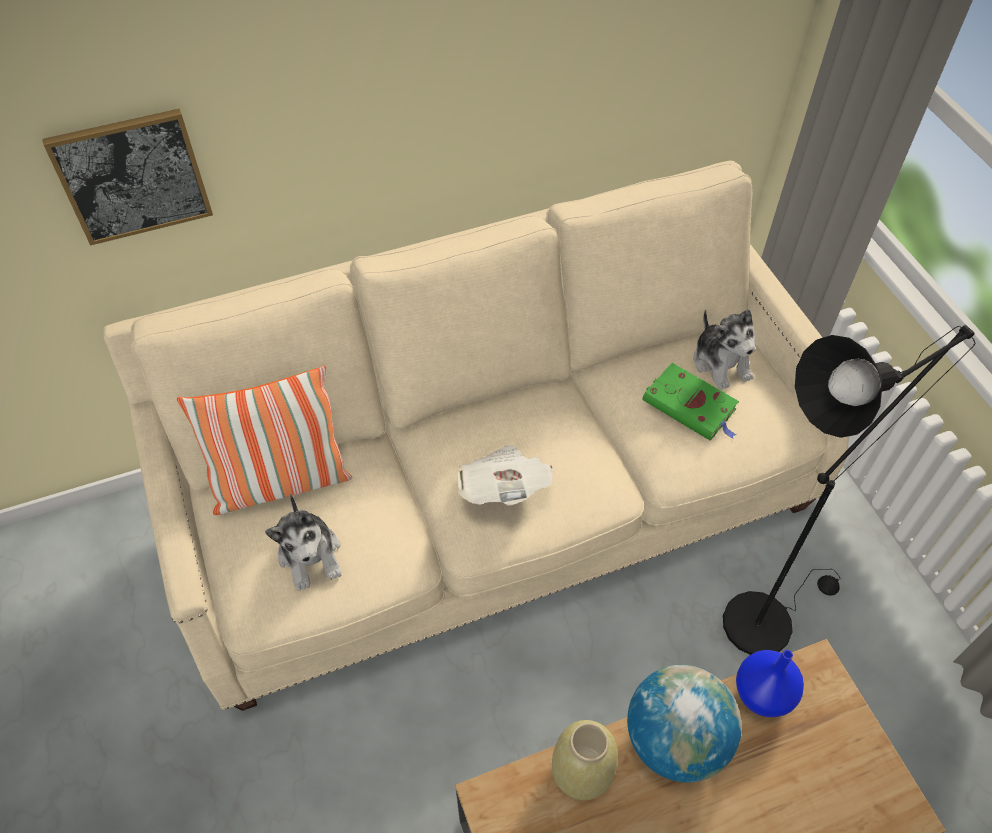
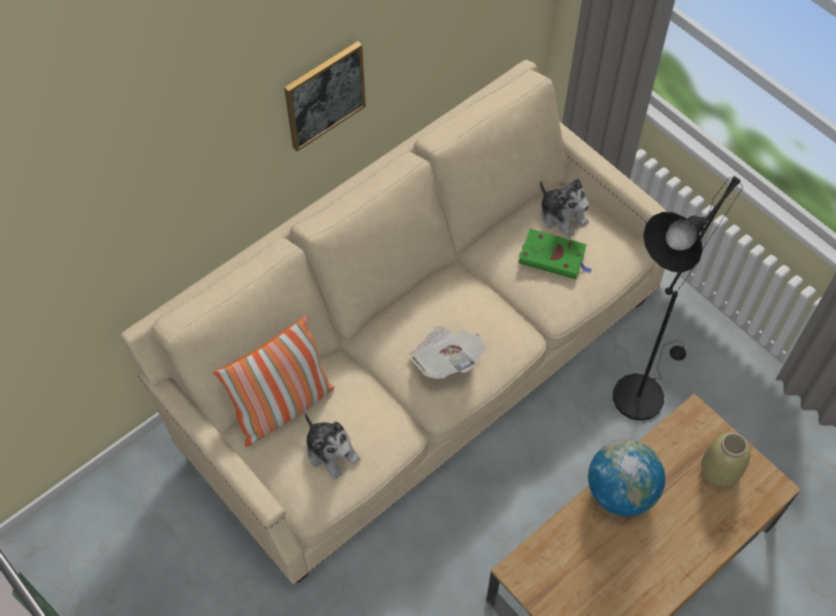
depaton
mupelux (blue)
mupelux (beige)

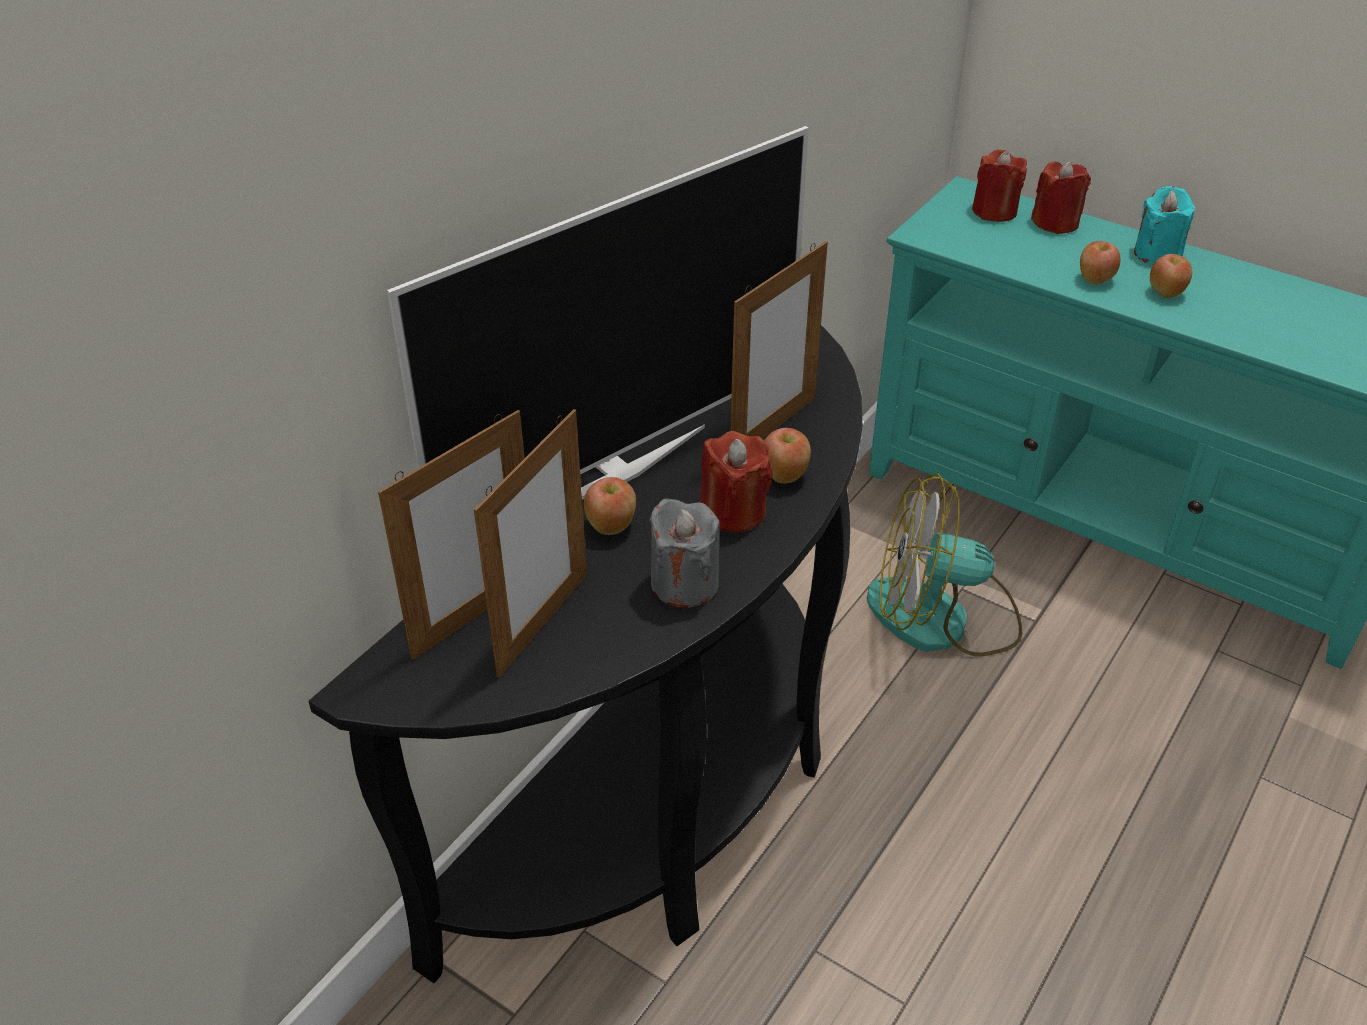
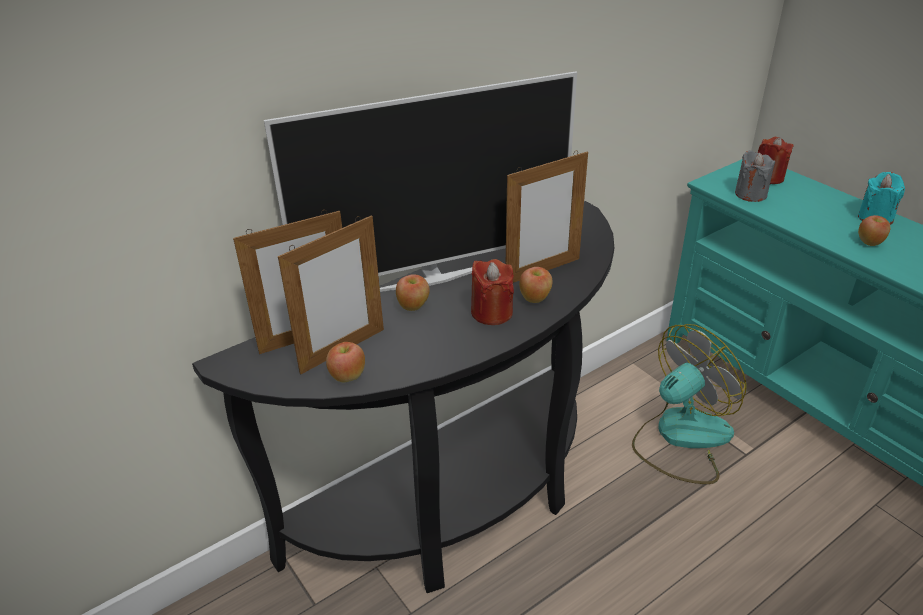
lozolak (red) (3rd from left in the first image)
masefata (1st from left)
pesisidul
lozolak (grey)

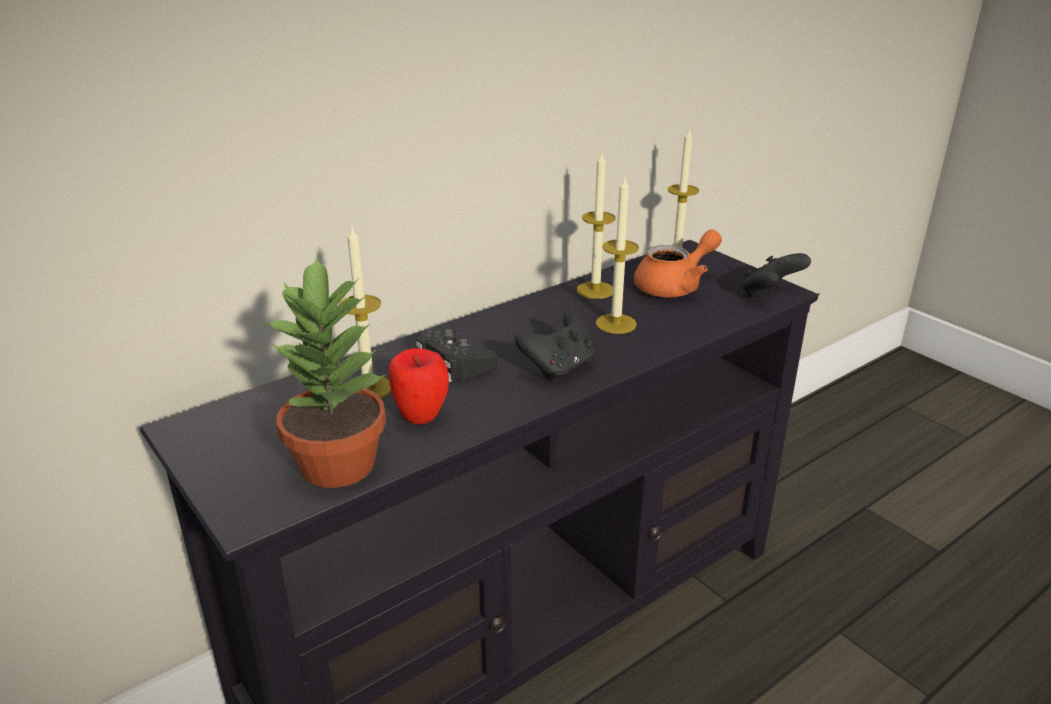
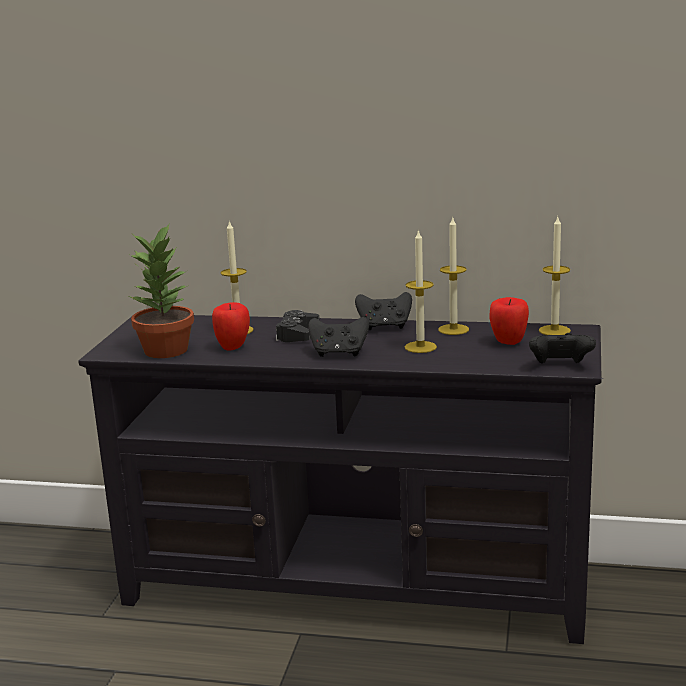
masefata (2nd from left)
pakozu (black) (3rd from left)

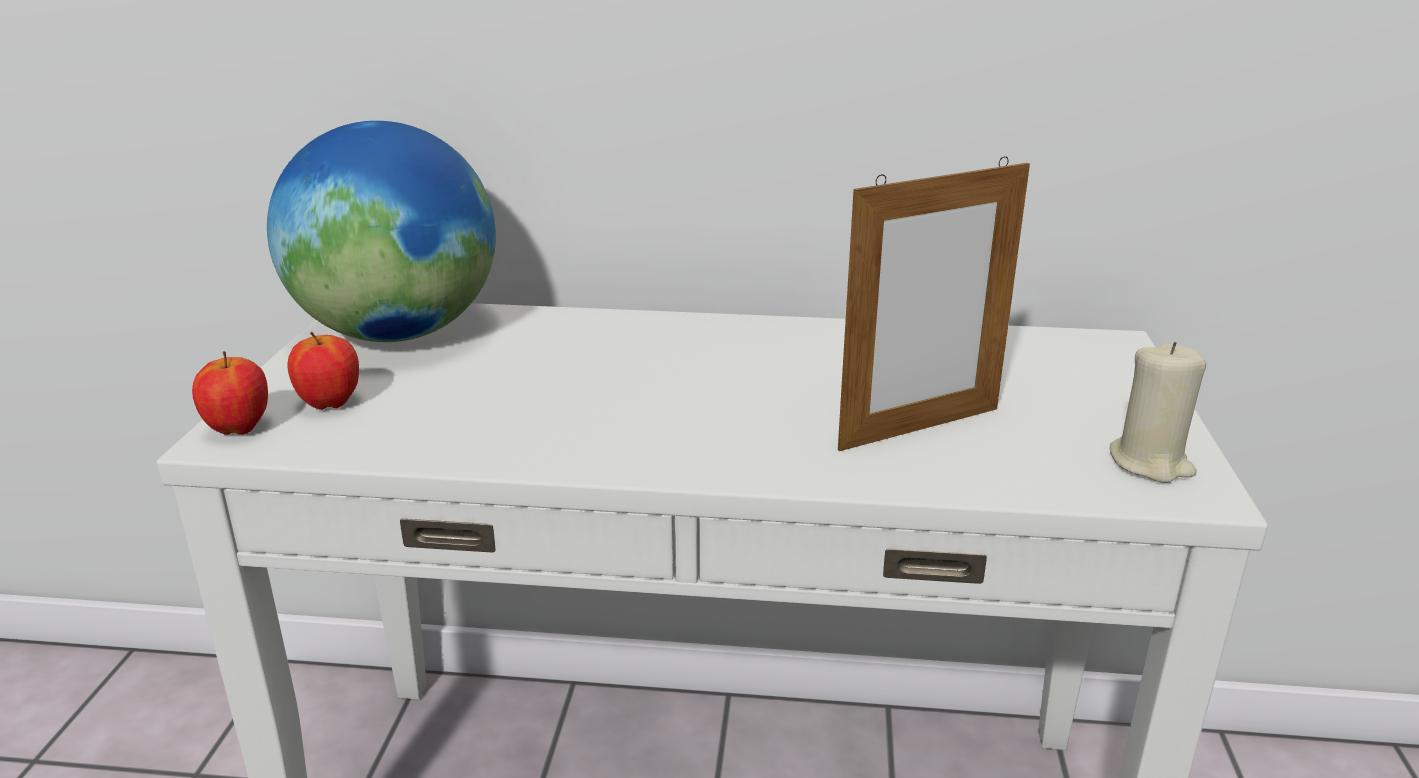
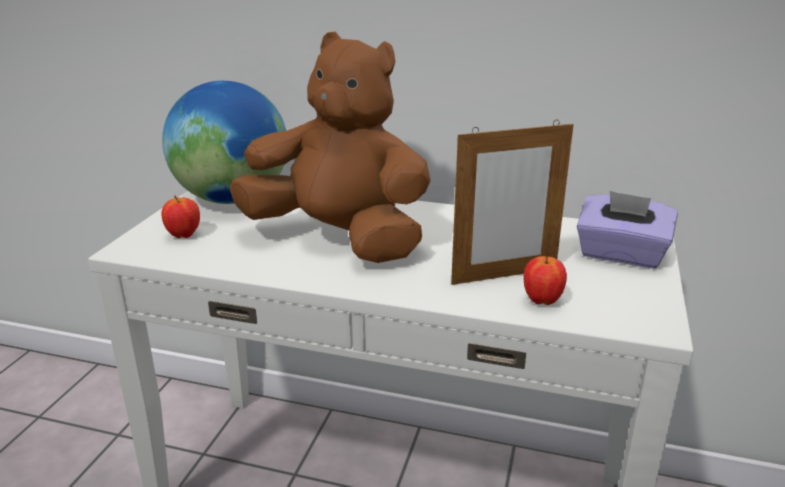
lozolak (beige)
masefata (2nd from left)
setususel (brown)
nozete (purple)

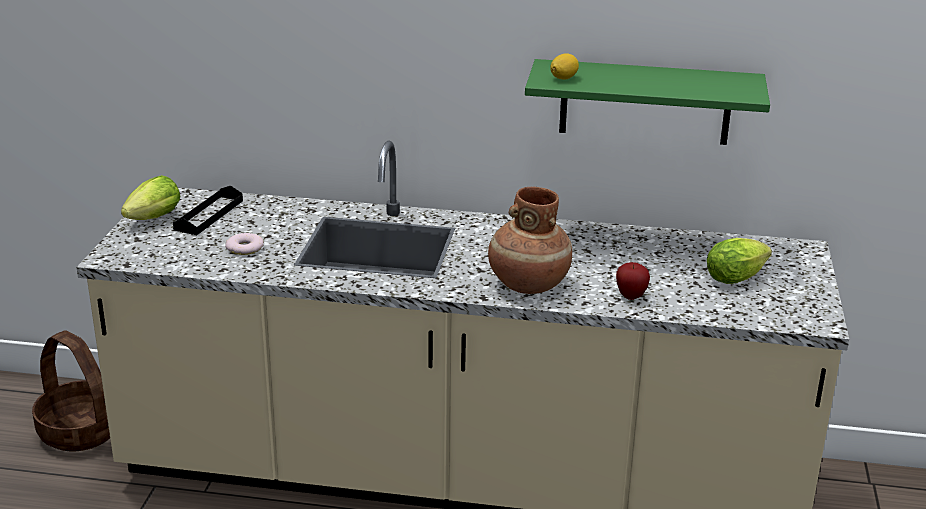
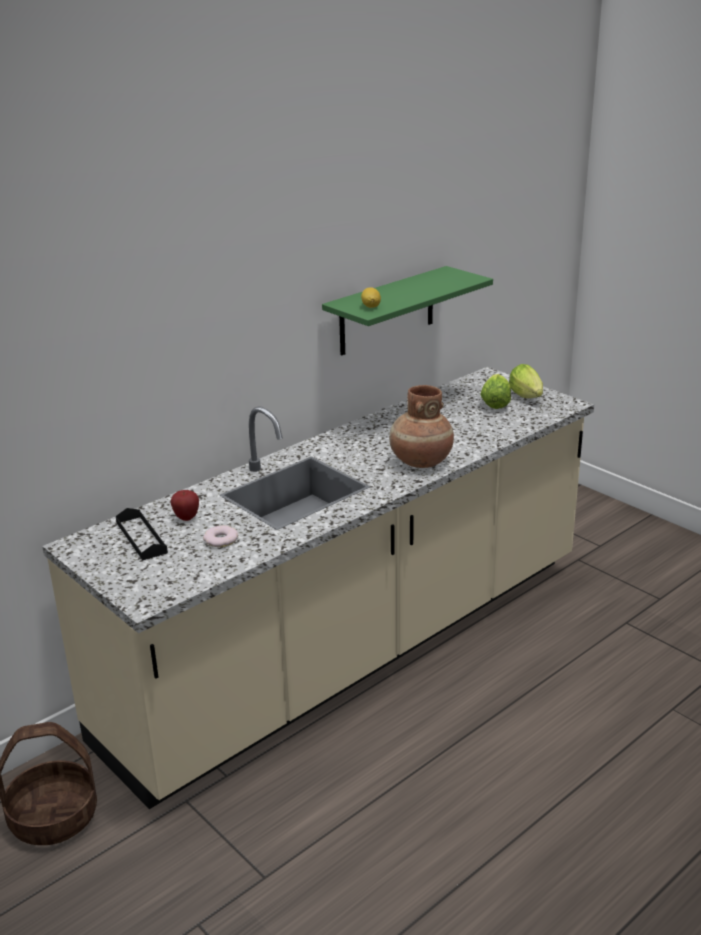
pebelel (2nd from left)
masefata

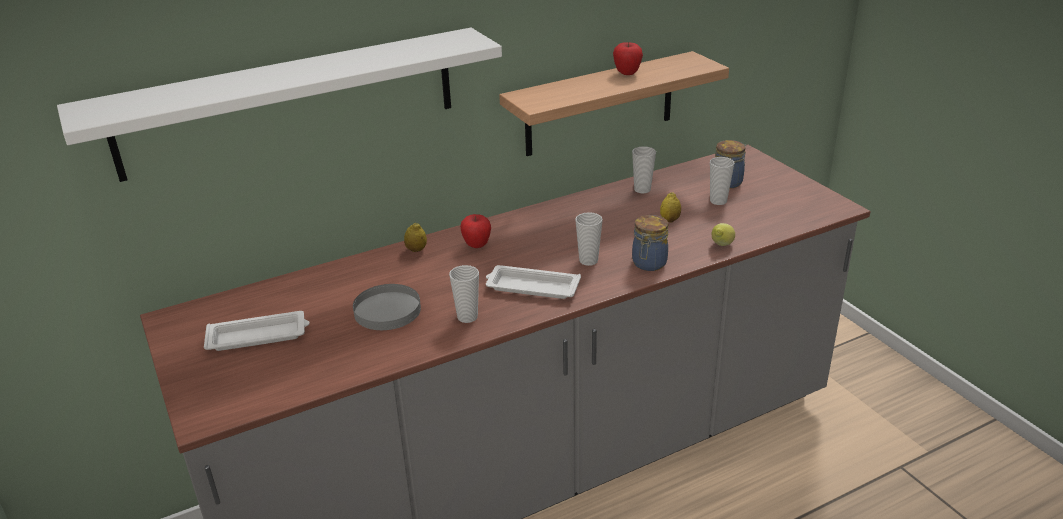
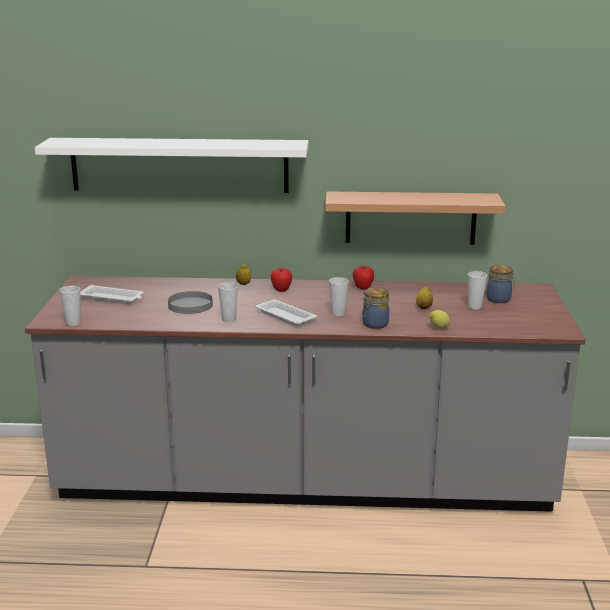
masefata (2nd from left)
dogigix (1st from left)

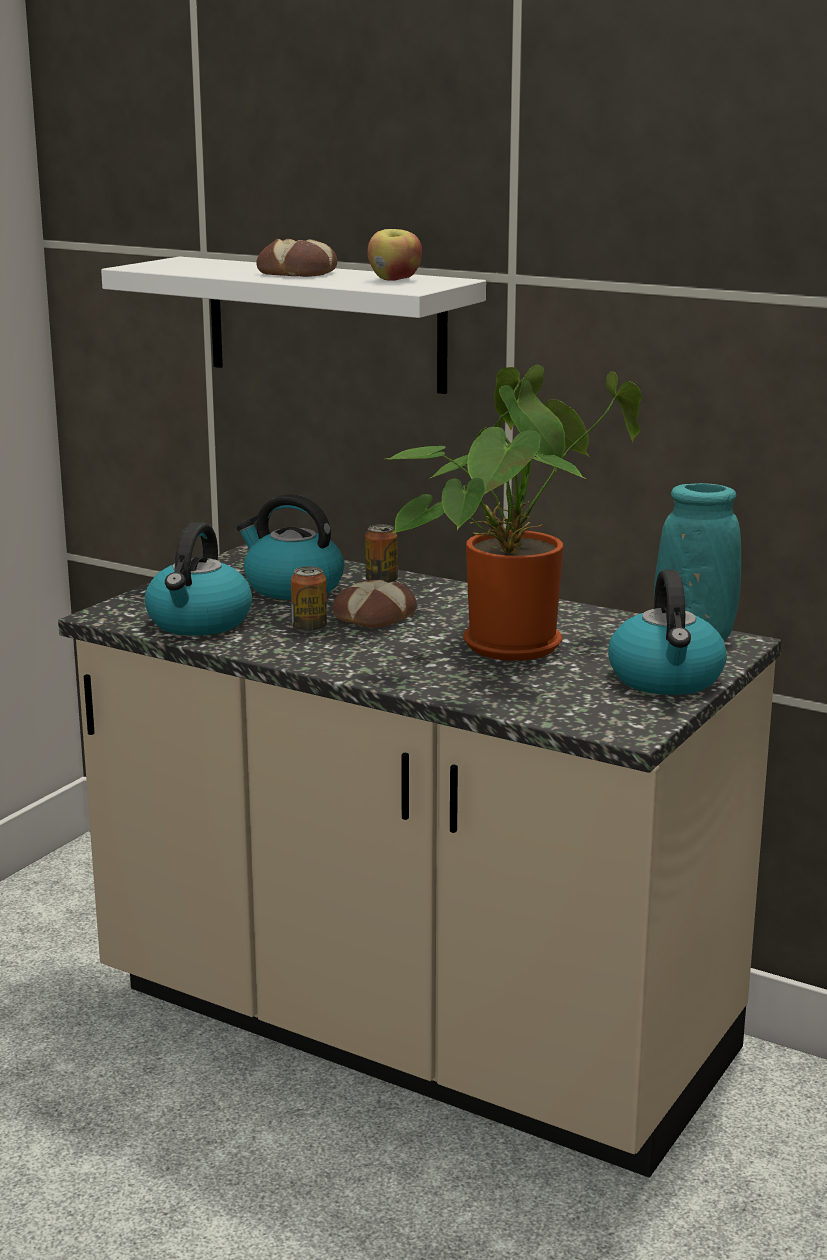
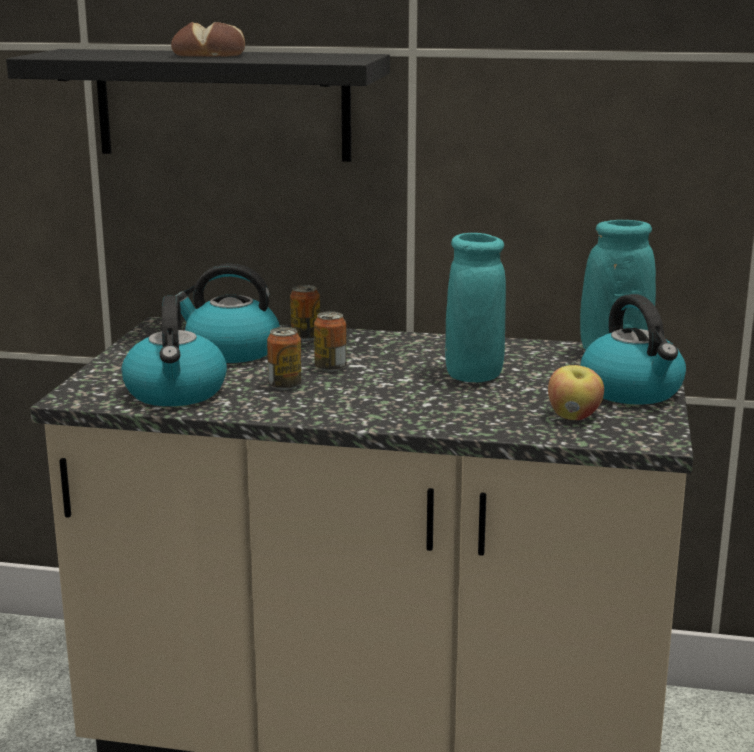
masefata
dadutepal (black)
mupelux (turquoise) (1st from left)
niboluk (3rd from left)

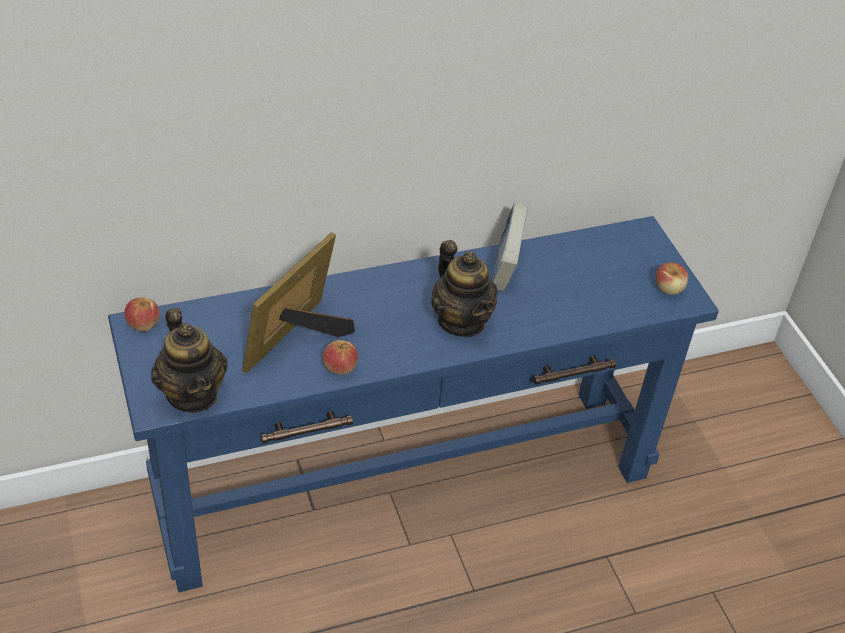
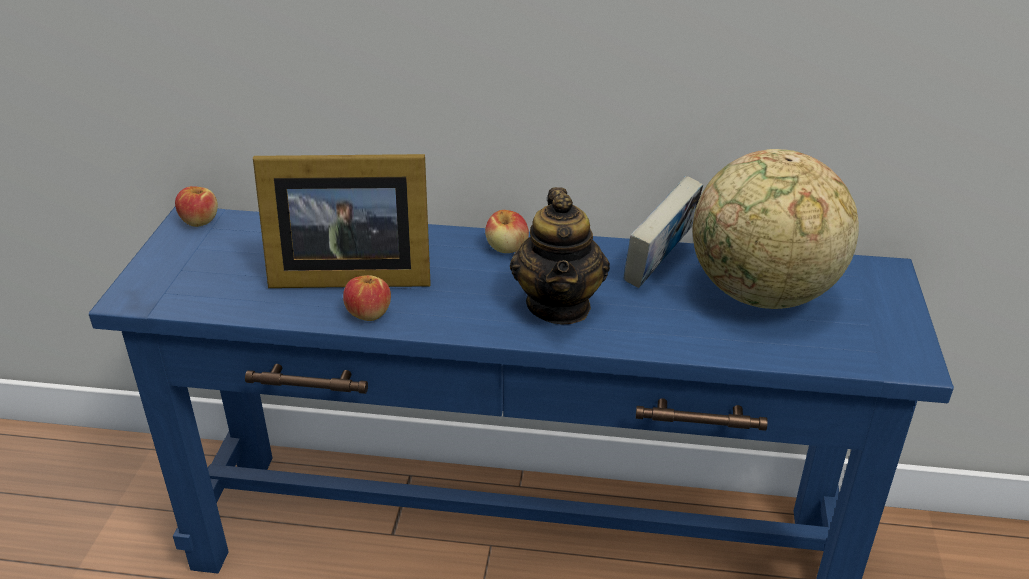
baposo
masefata (3rd from left)
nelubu (1st from left in the first image)
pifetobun

